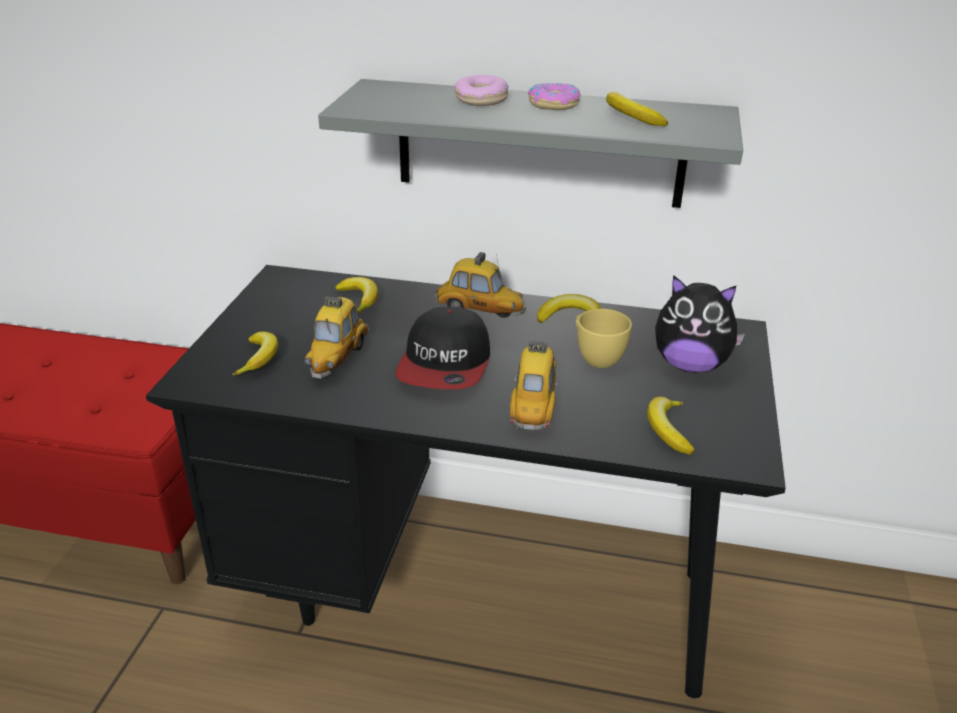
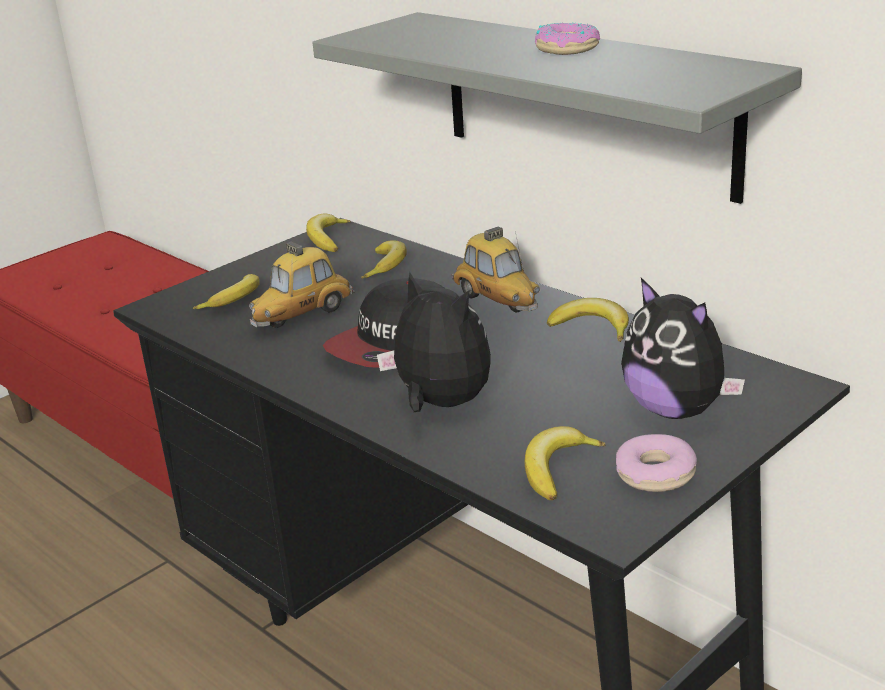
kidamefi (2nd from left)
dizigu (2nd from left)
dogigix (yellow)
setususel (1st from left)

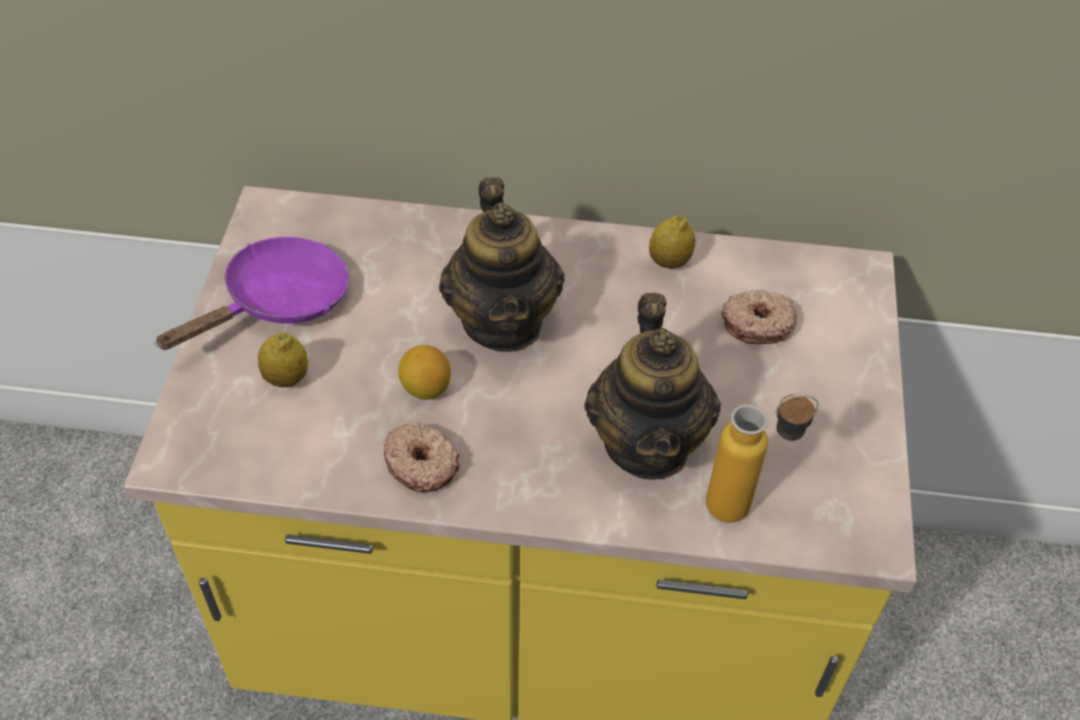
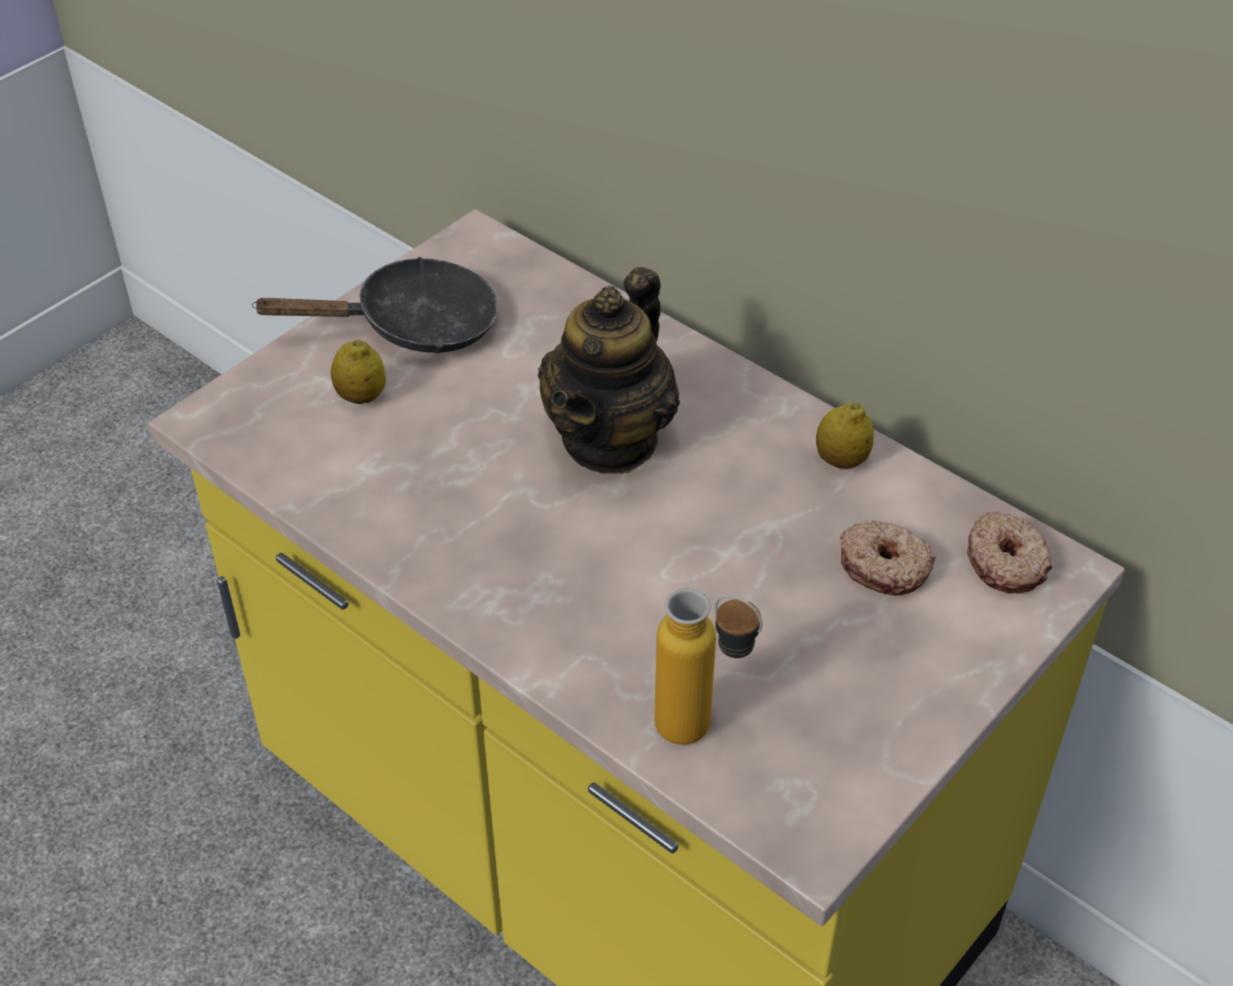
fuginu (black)
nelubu (2nd from left in the first image)
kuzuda (2nd from left in the first image)
kidamefi (2nd from left)

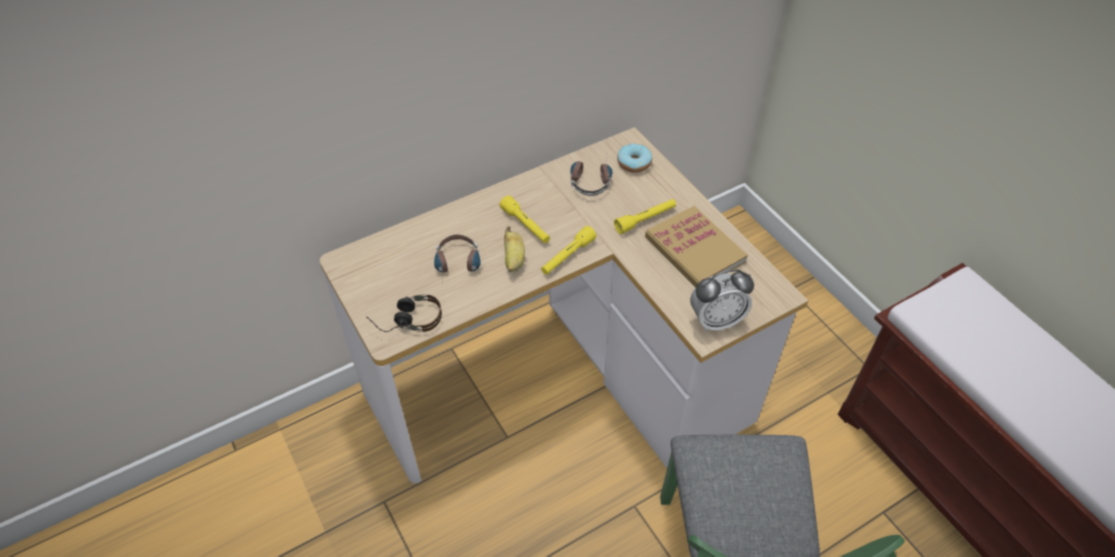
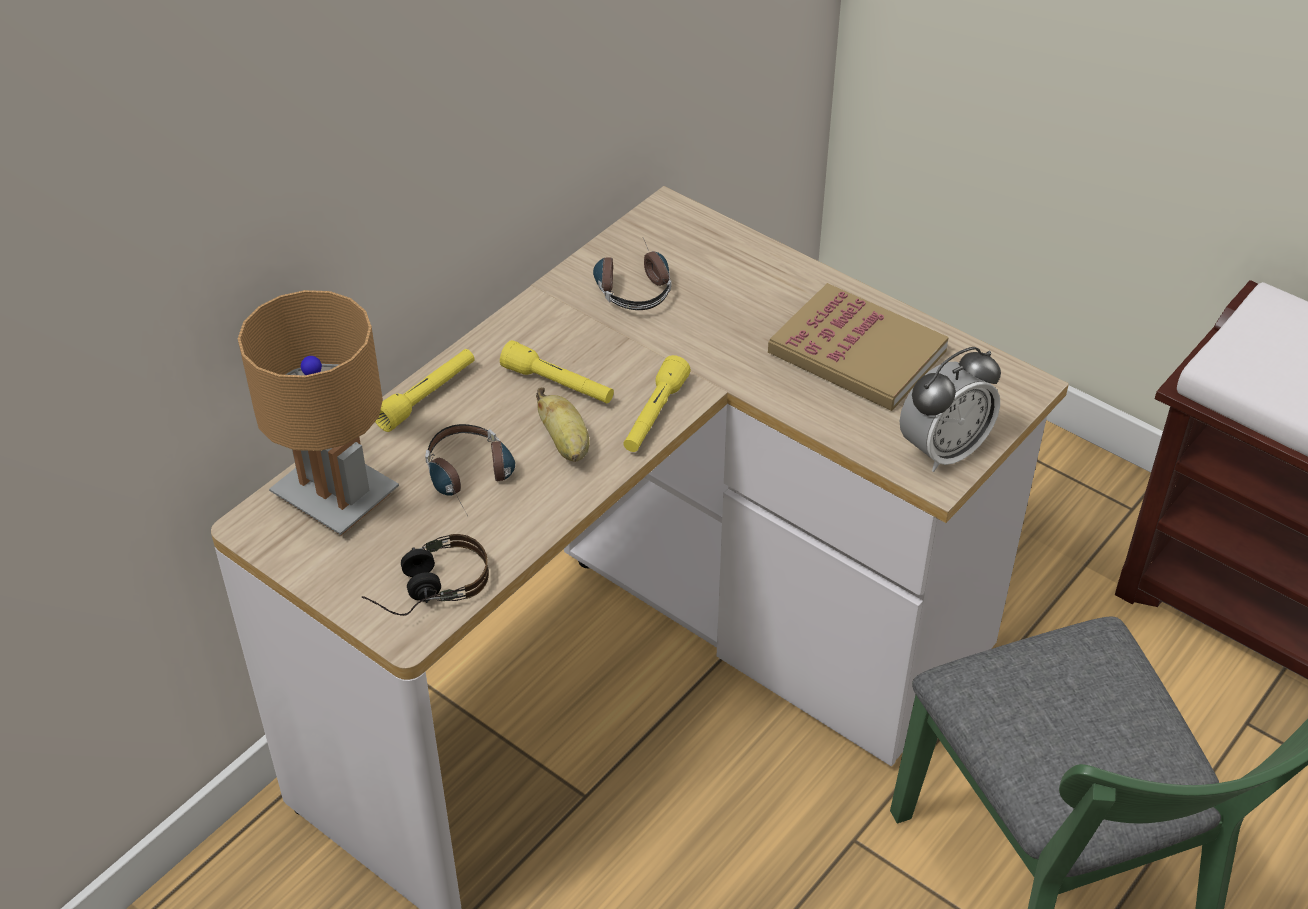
kidamefi
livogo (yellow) (1st from left)
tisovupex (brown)

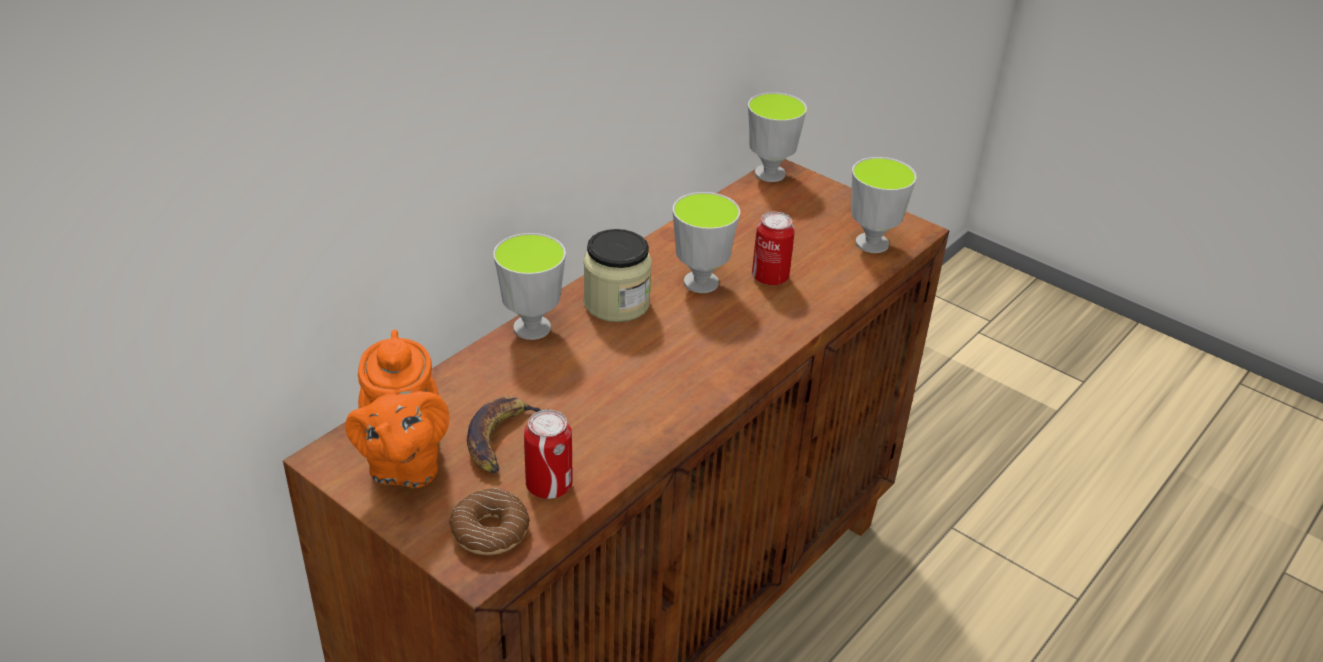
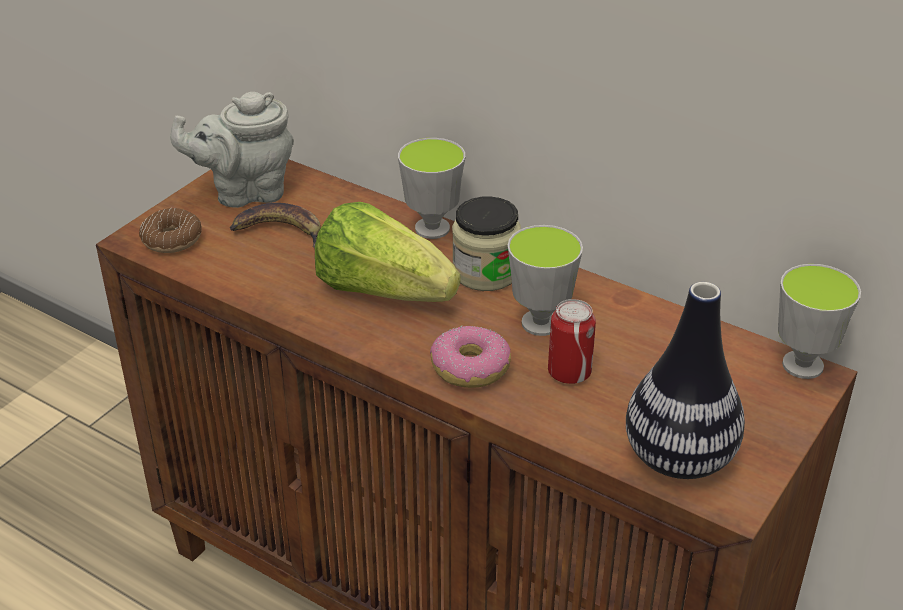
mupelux
nelubu (grey)
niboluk (1st from left in the first image)
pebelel
kidamefi (2nd from left)

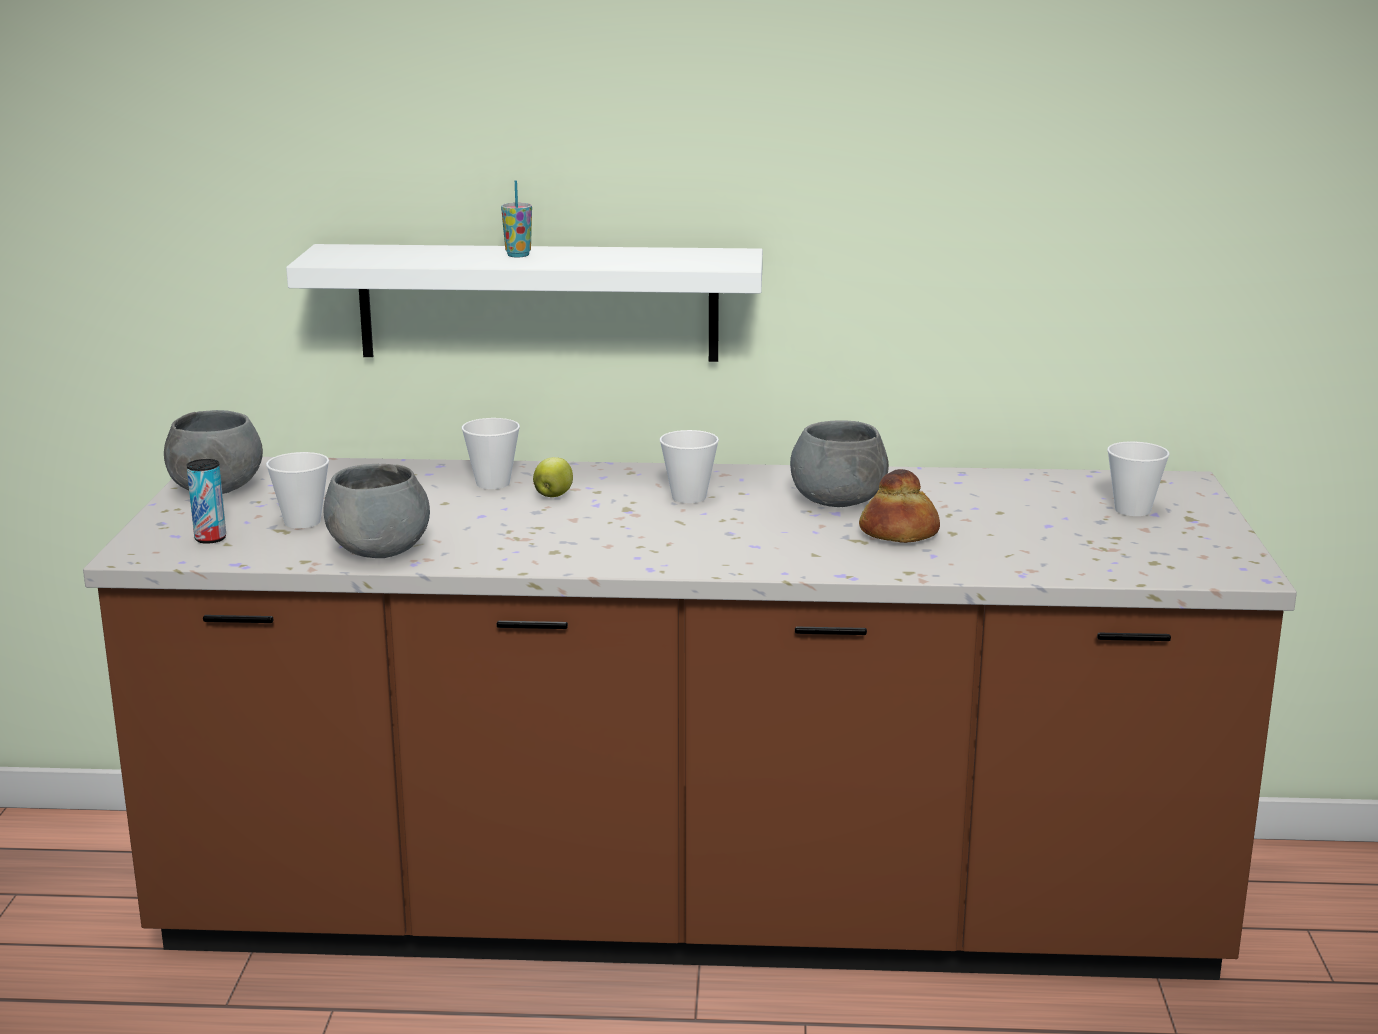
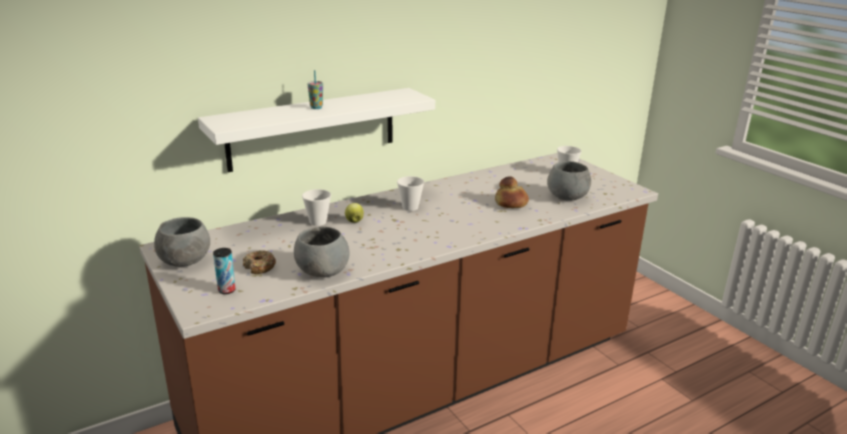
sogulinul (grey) (3rd from left)
kidamefi

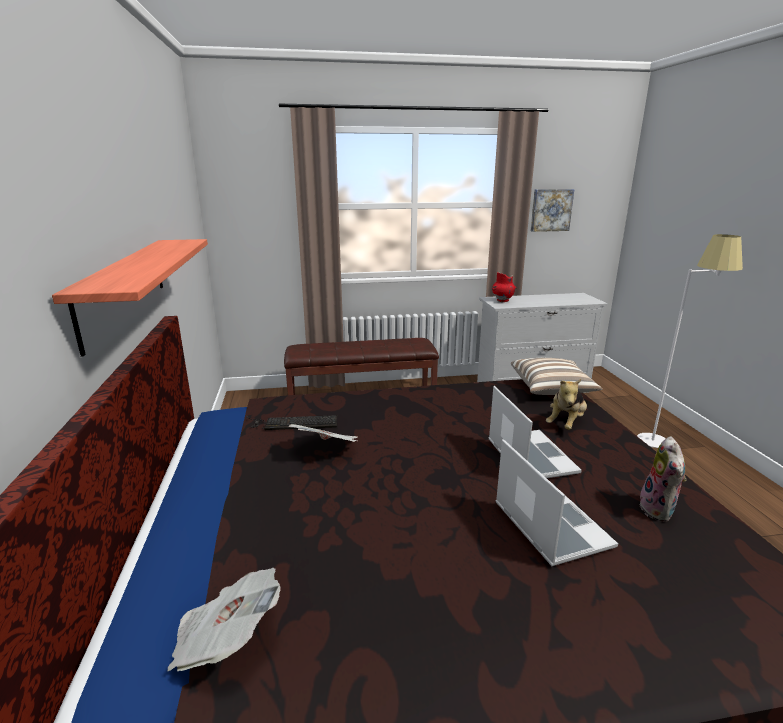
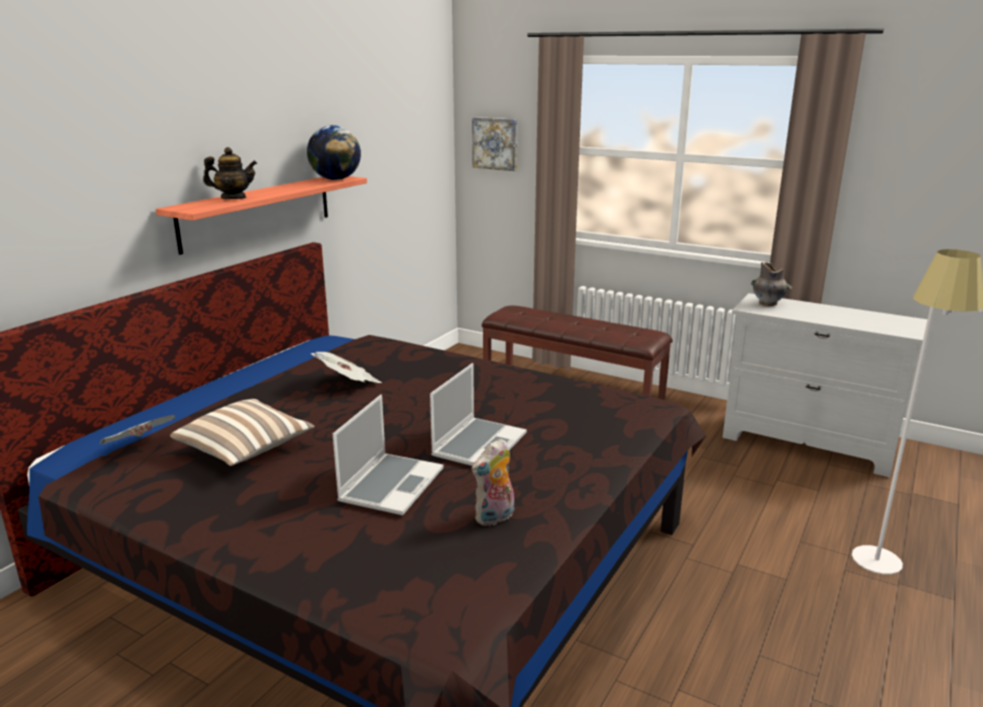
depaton
mupelux (grey)
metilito
setususel (1st from left in the first image)
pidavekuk
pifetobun
nelubu

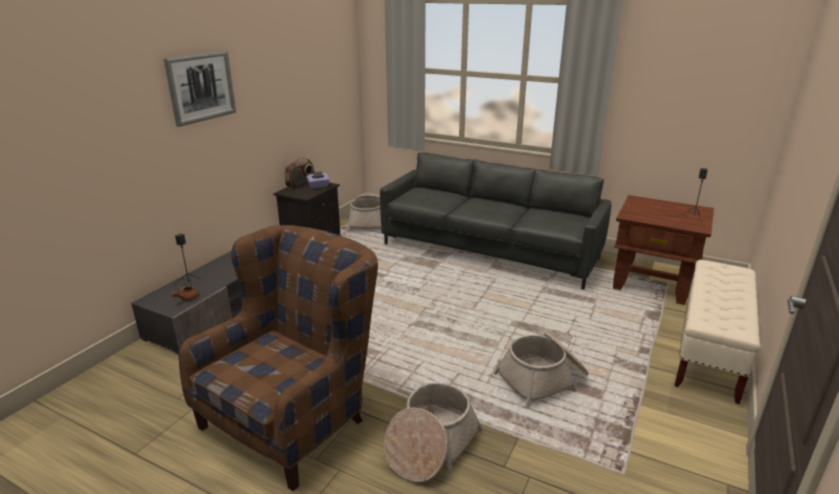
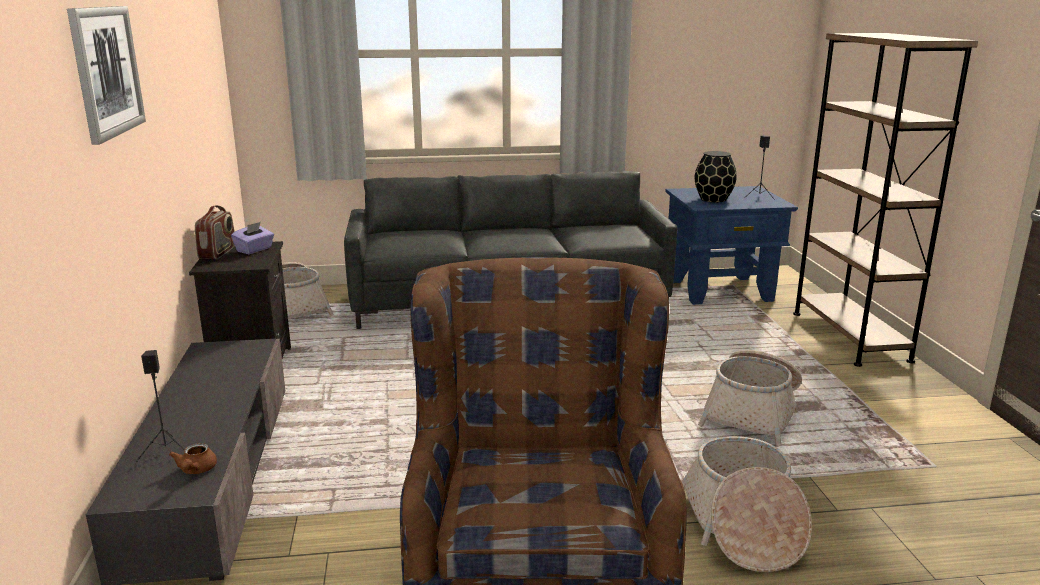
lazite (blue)
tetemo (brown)
mupelux (black)

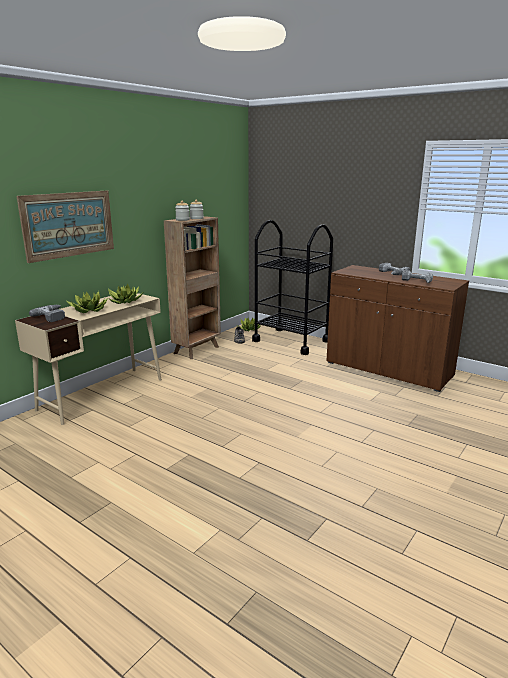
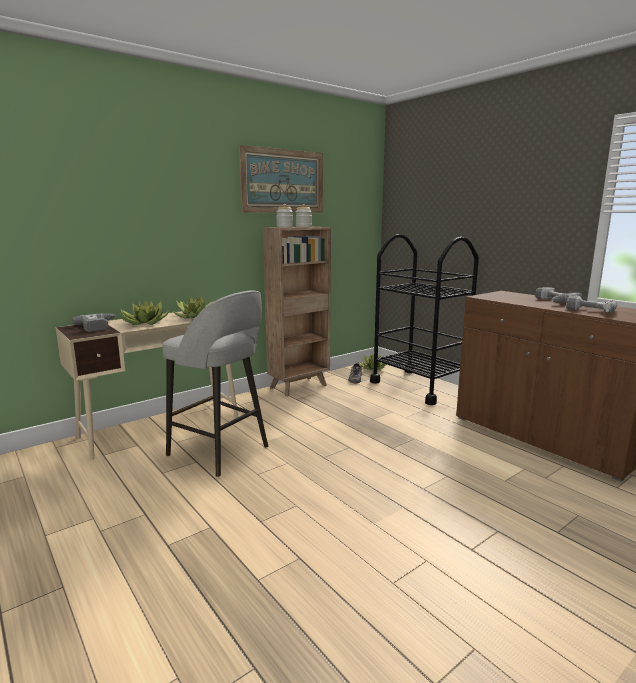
depaton
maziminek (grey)

